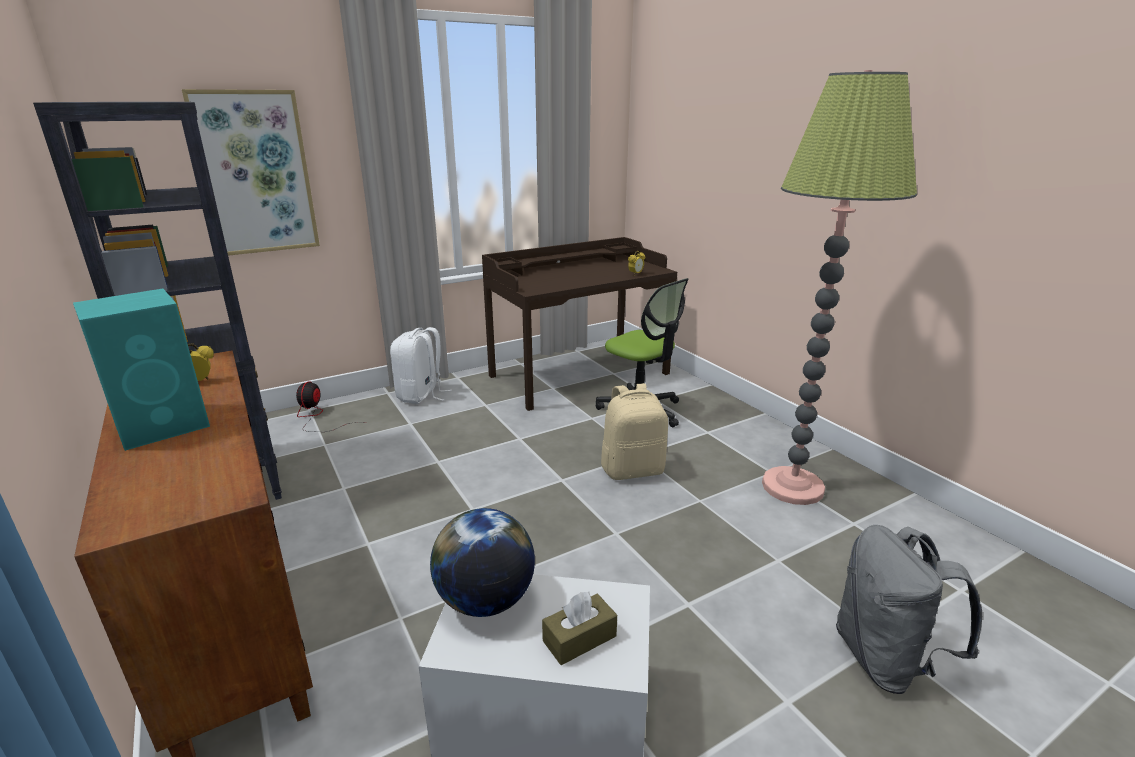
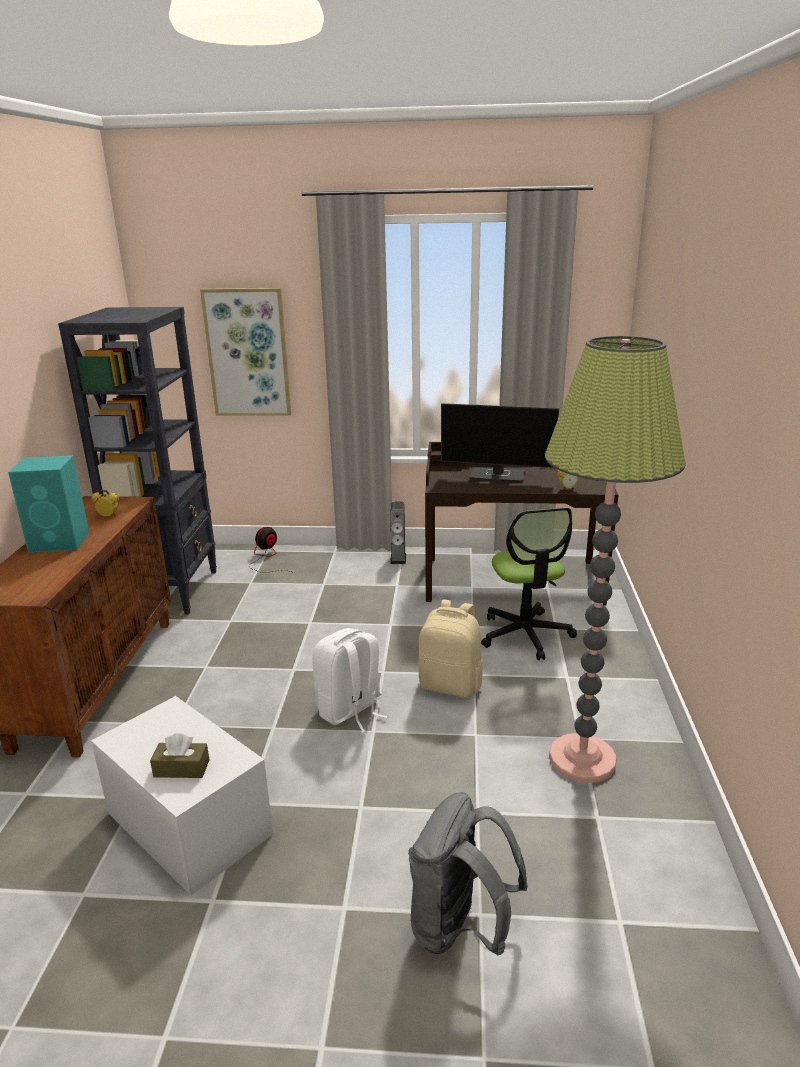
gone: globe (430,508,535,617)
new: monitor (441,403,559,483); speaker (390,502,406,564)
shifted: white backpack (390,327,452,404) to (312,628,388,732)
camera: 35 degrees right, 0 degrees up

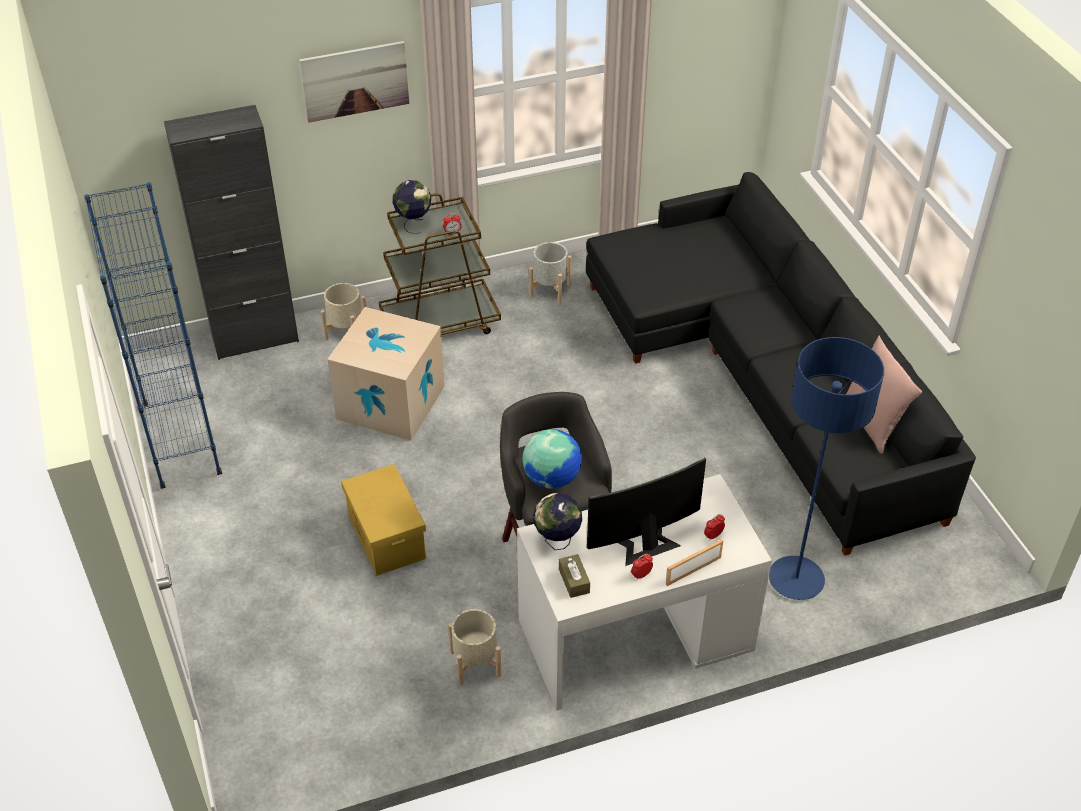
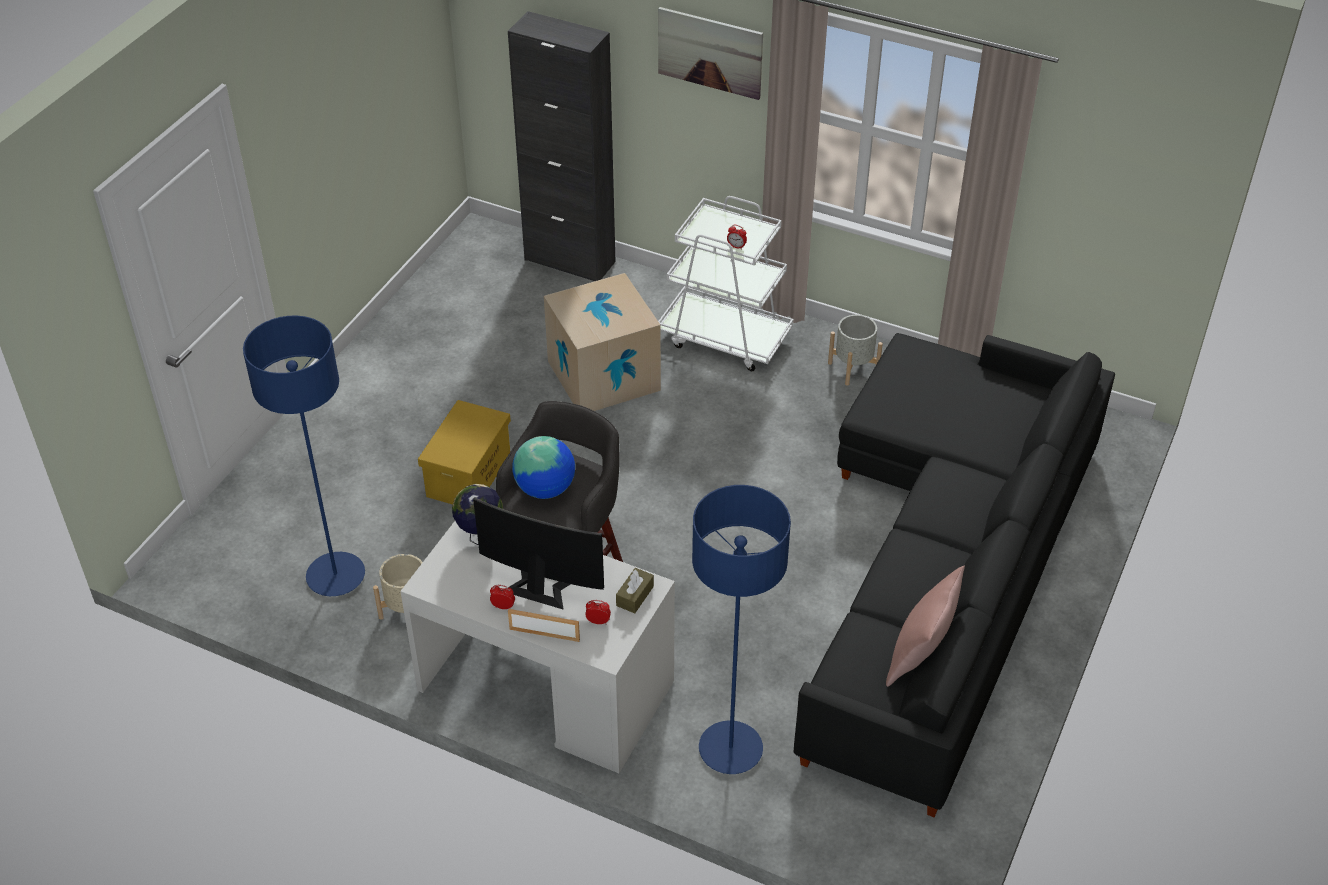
gone: globe (393,180,431,234); blue bookcase (84,182,222,489); beige planter (321,283,366,340)
new: blue floor lamp (243,315,365,596)
shifted: brown tissue box (559,554,590,598) to (616,568,654,613)
repainted: brown cart (379,193,501,335) to white cart (658,196,793,371)
camera: 45 degrees right, 0 degrees up

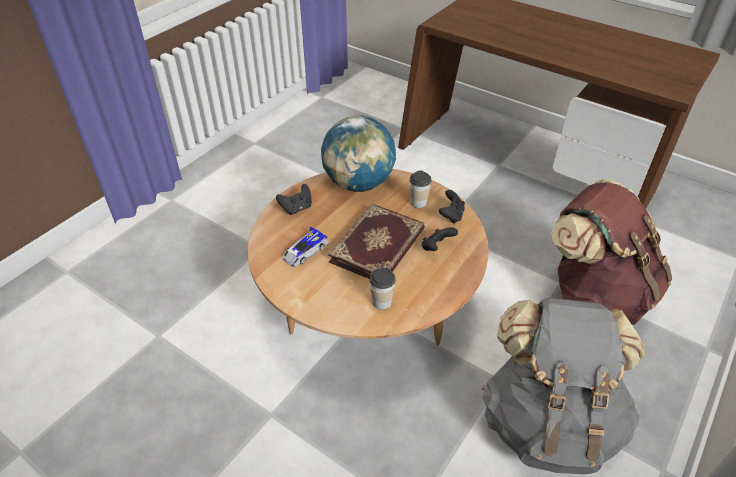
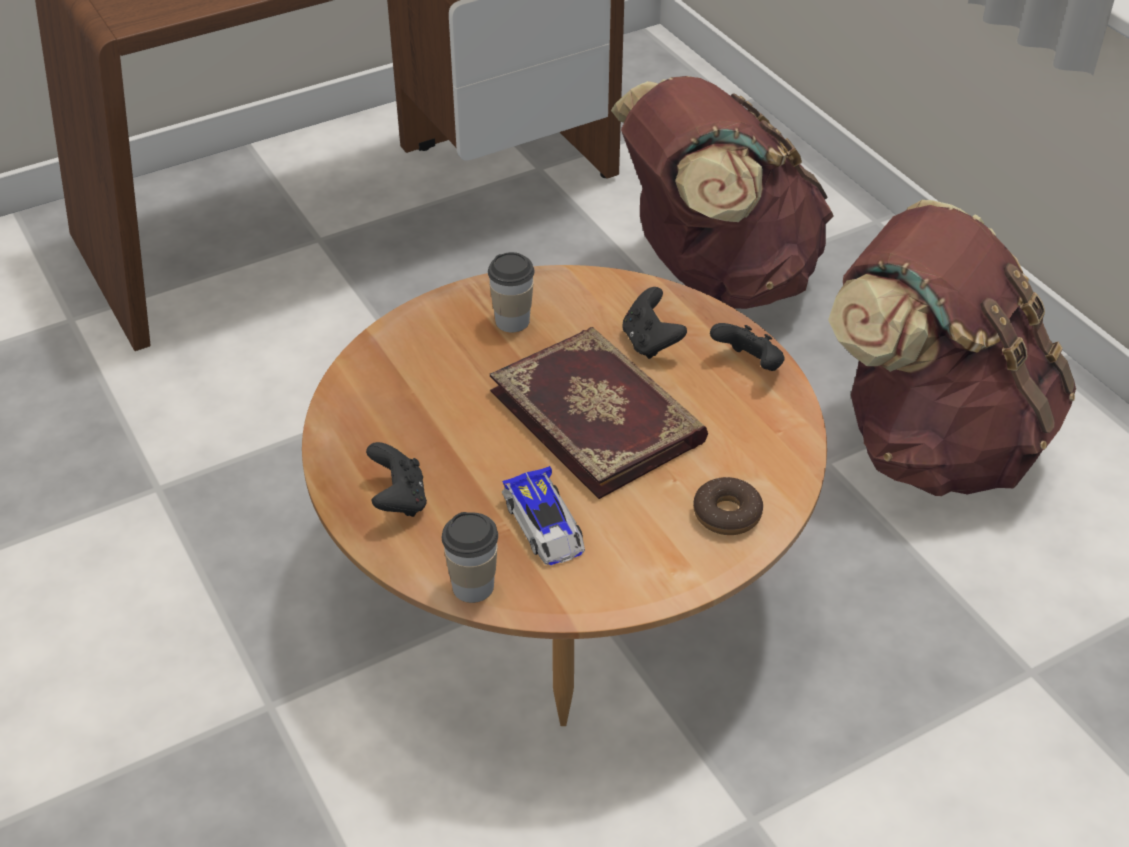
gone: globe (321,116,396,192)
new: donut (693,477,763,535)
shifted: black game controller (439,190,465,223) to (710,323,785,371); cup (370,268,395,310) to (442,512,498,603)
repainted: grey backpack (482,298,645,474) to brown backpack (828,200,1076,496)
camera: 65 degrees left, 0 degrees up

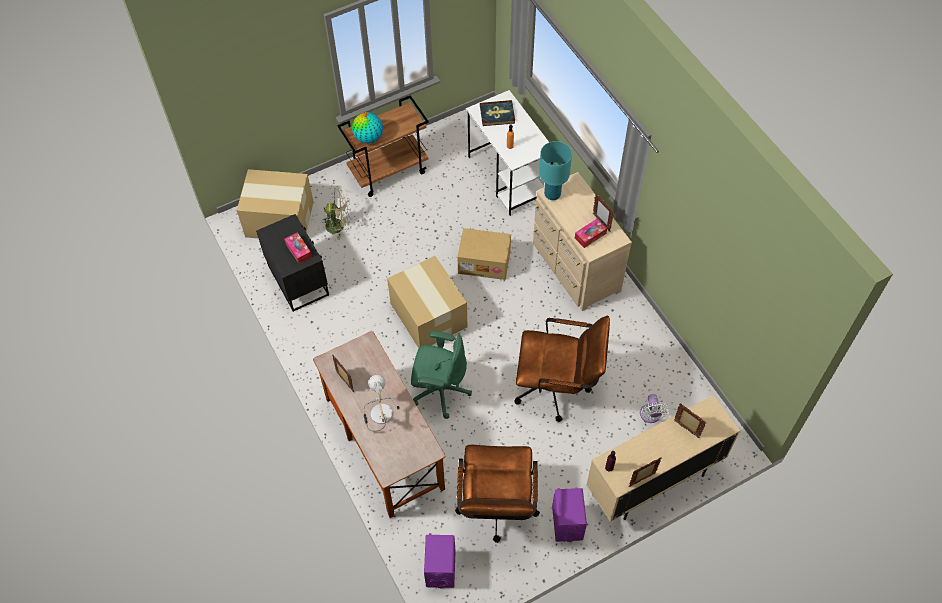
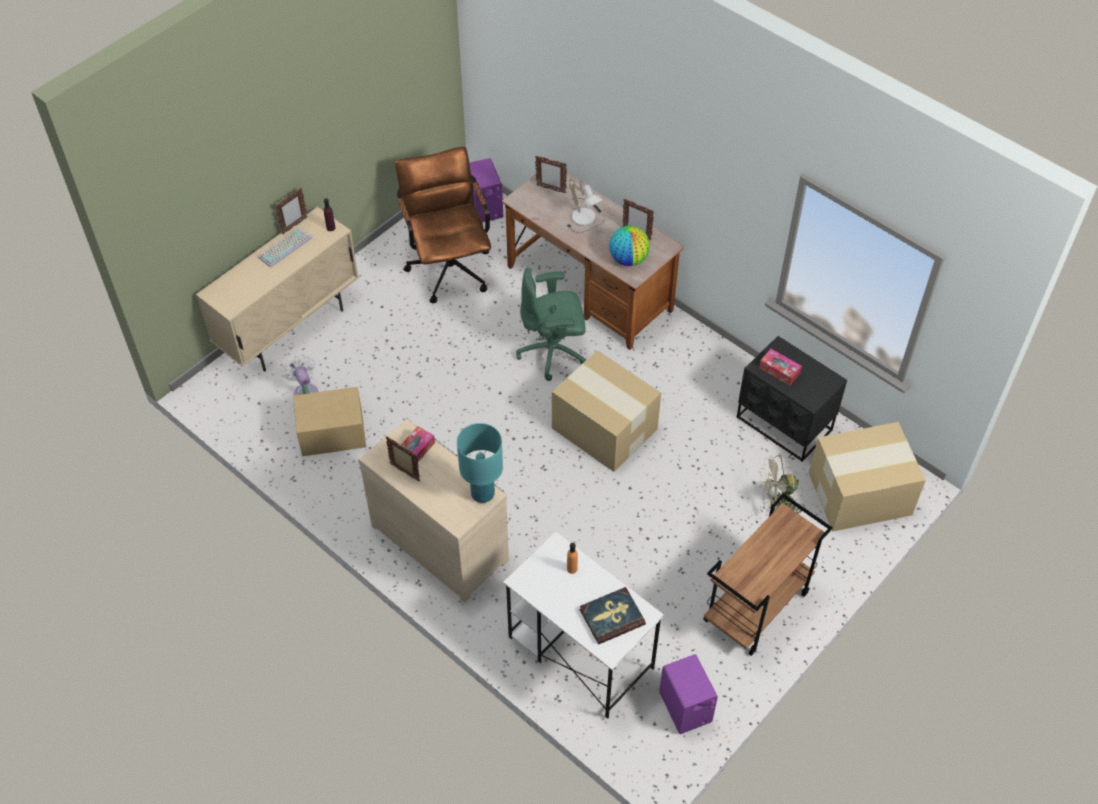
gone: brown office chair (514,316,610,422)
new: keyboard (258,227,312,268)
shifted: globe (352,112,383,144) to (609,225,650,266); cardboard box (457,228,511,280) to (293,387,366,456); picture frame (674,403,706,438) to (535,156,567,194); purple speaker (552,488,587,542) to (659,654,718,734)
camera: 160 degrees right, 5 degrees down

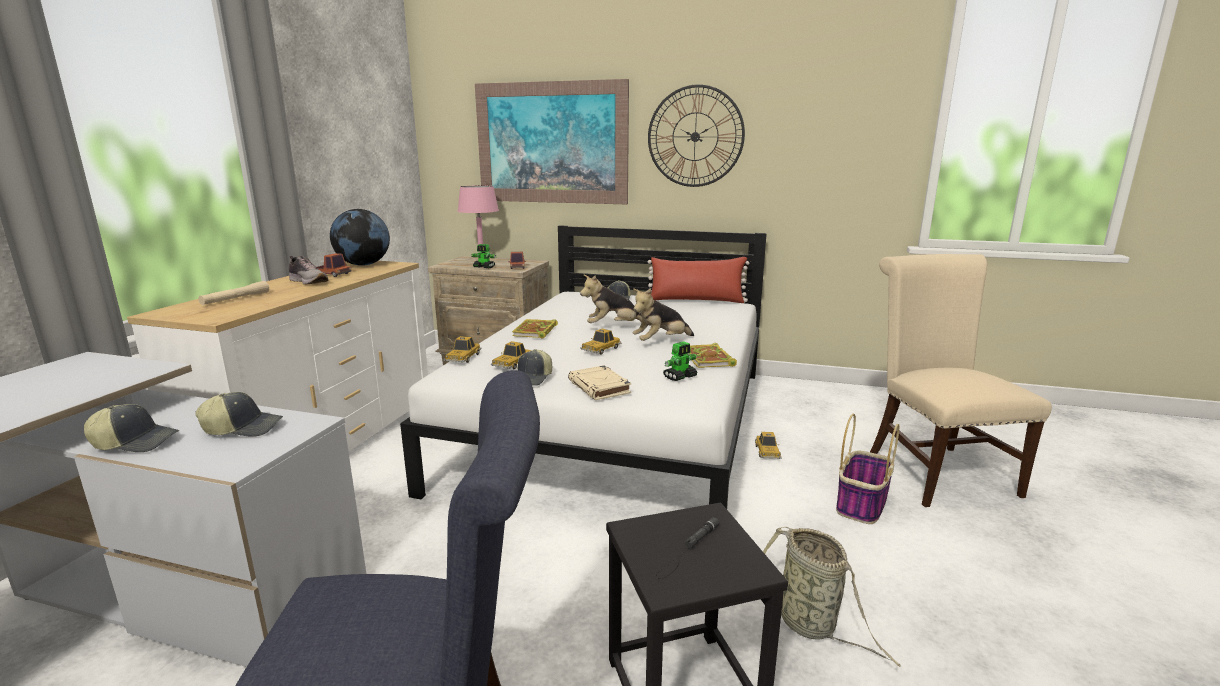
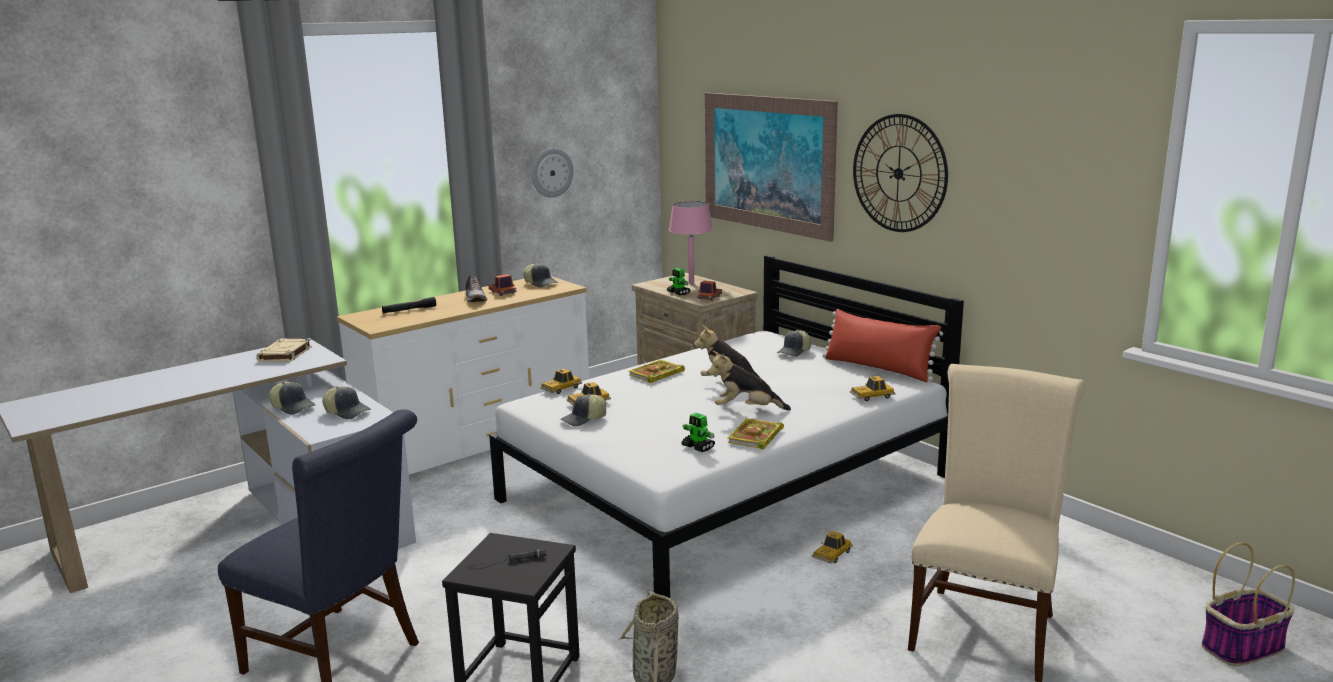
new: wall clock (532,148,573,198)
shifted: toy car (580,329,621,354) to (850,376,896,401); beige book (568,365,631,400) to (256,339,312,362); basket (836,413,899,524) to (1201,542,1295,666)
swapped: globe (330,209,390,266) to cap (523,263,558,288)
repainted: beige flashlight (198,281,269,305) to black flashlight (382,297,436,313)
rotated: toy robot (663,341,698,381) = (682,413,715,452) 45 degrees clockwise
camera: 35 degrees right, 0 degrees up

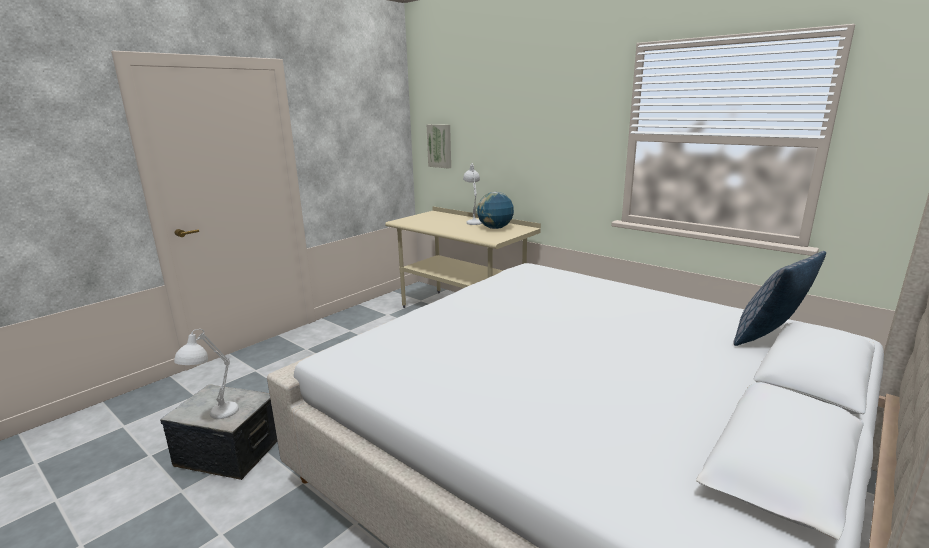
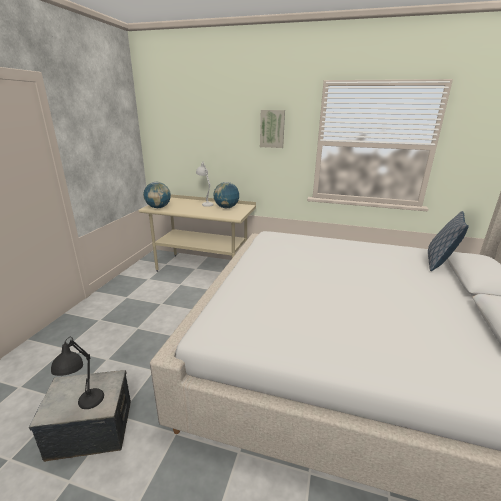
new: globe (143,182,171,208)
shifted: picture (427,124,451,169) to (260,110,285,148)
repainted: white table lamp (174,329,239,419) to black table lamp (51,337,104,409)
camera: 25 degrees left, 5 degrees up

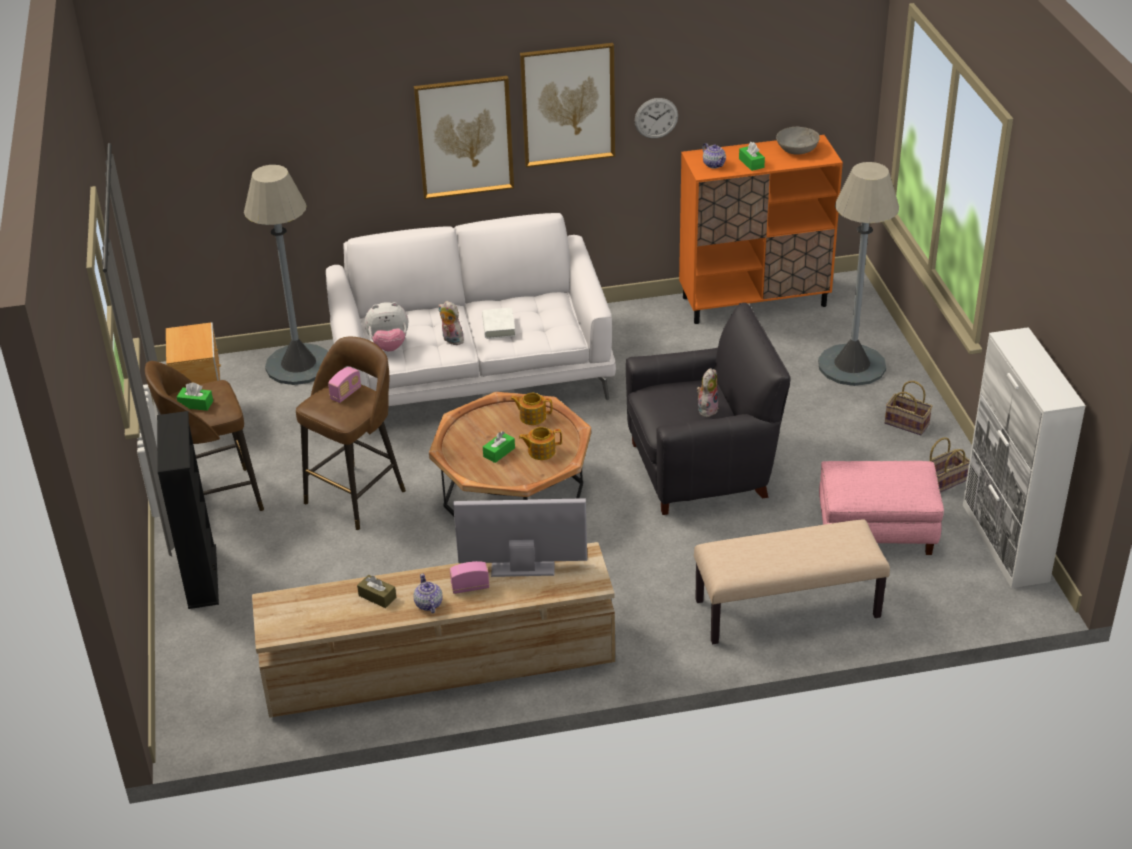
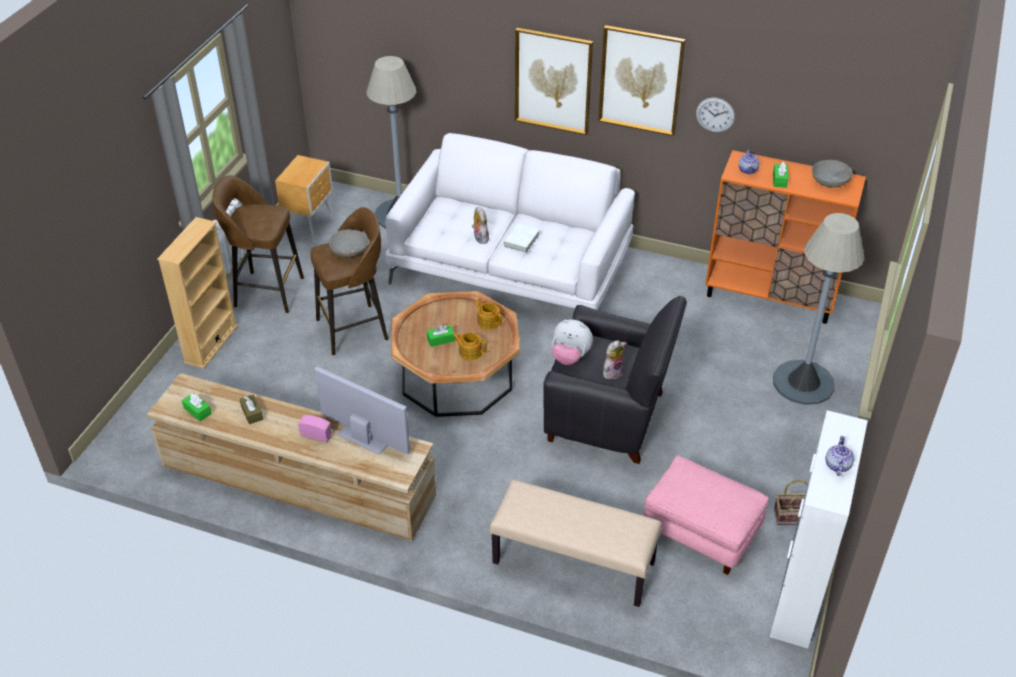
gone: basket (885,381,933,435)
shifted: plush toy (365,302,408,351) to (552,319,593,365); green tissue box (177,382,213,411) to (182,393,212,421); teapot (413,573,443,613) to (825,436,854,476)
swapped: radio (328,367,361,403) to grey bowl (329,229,369,258)
repainted: black bookcase (157,411,219,609) to beige bookcase (157,217,238,369)
camera: 30 degrees right, 5 degrees up

